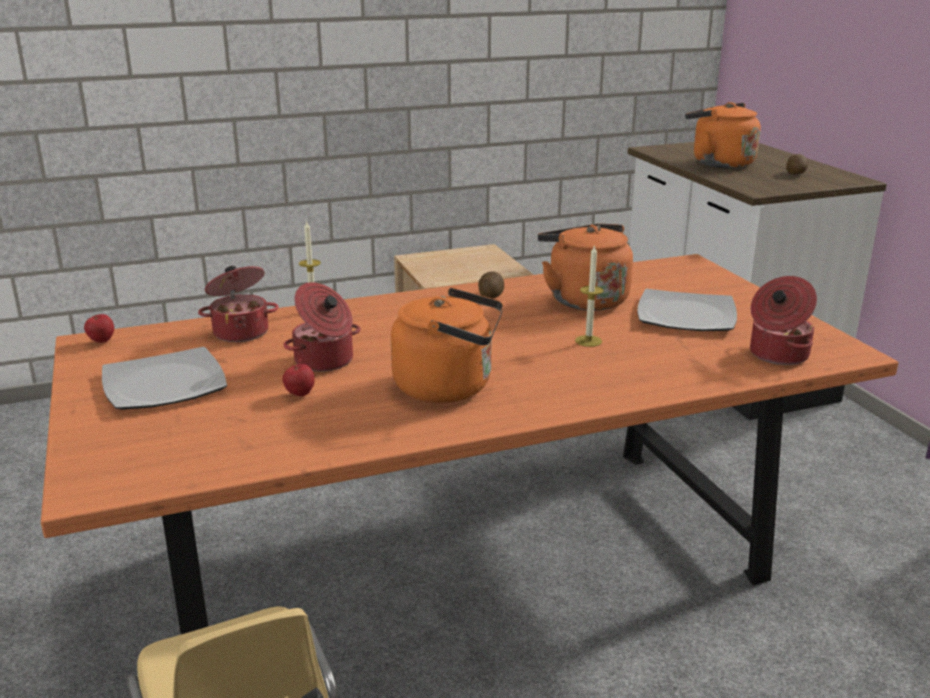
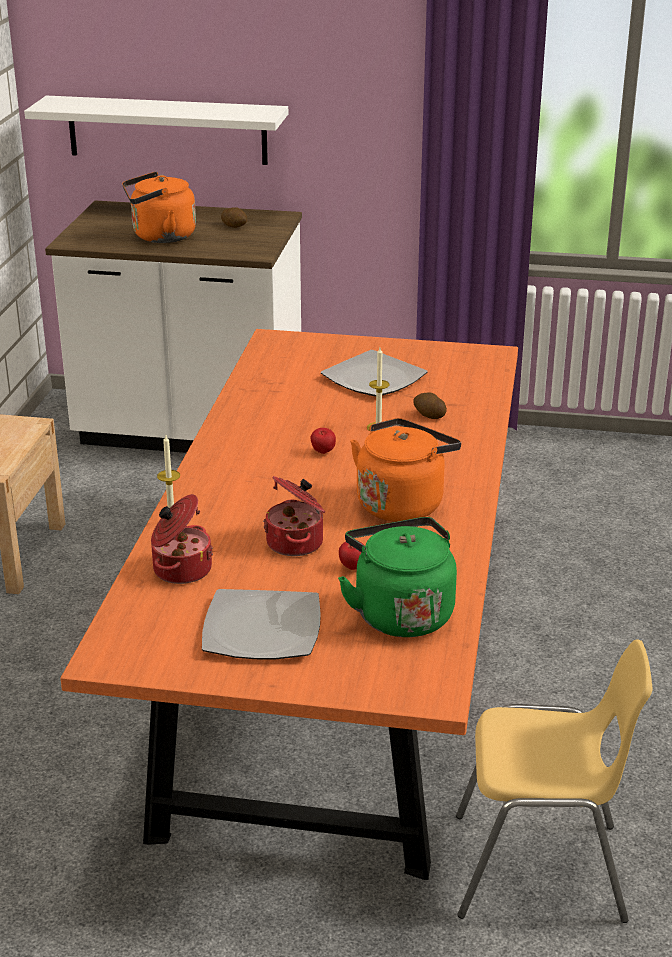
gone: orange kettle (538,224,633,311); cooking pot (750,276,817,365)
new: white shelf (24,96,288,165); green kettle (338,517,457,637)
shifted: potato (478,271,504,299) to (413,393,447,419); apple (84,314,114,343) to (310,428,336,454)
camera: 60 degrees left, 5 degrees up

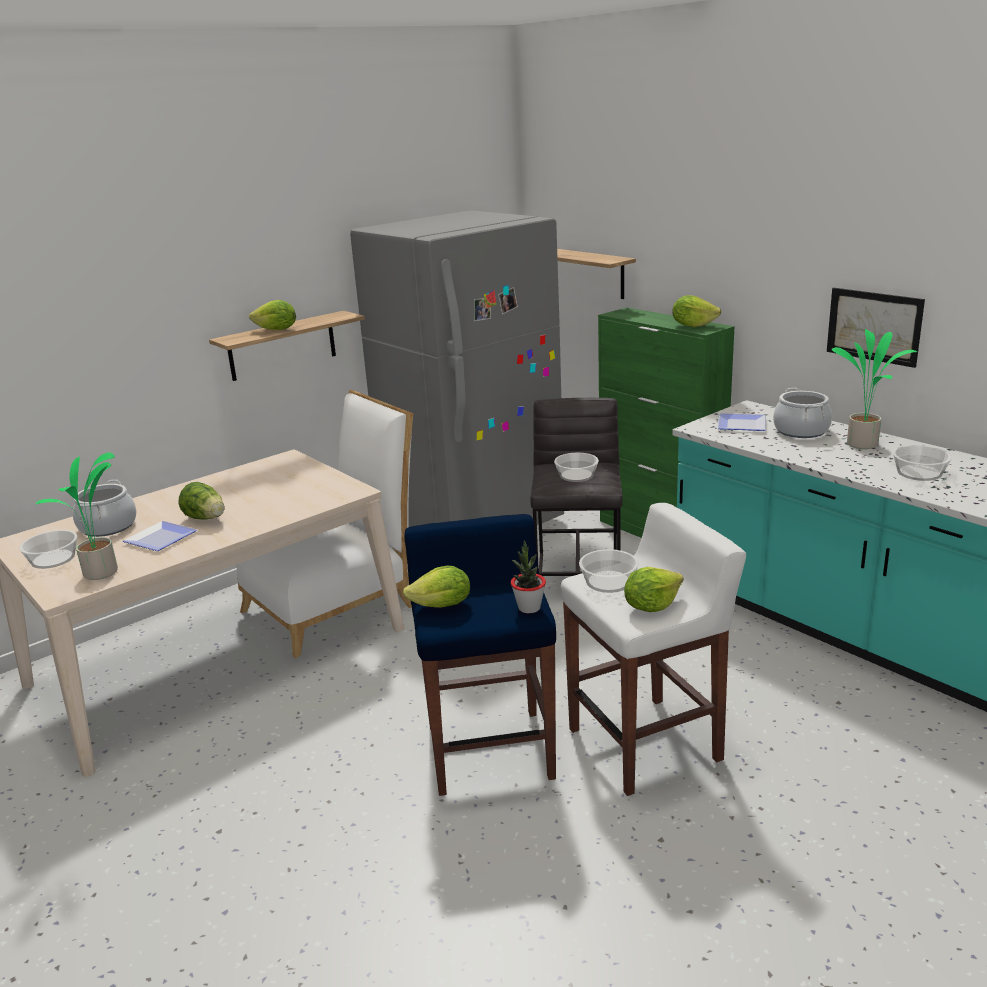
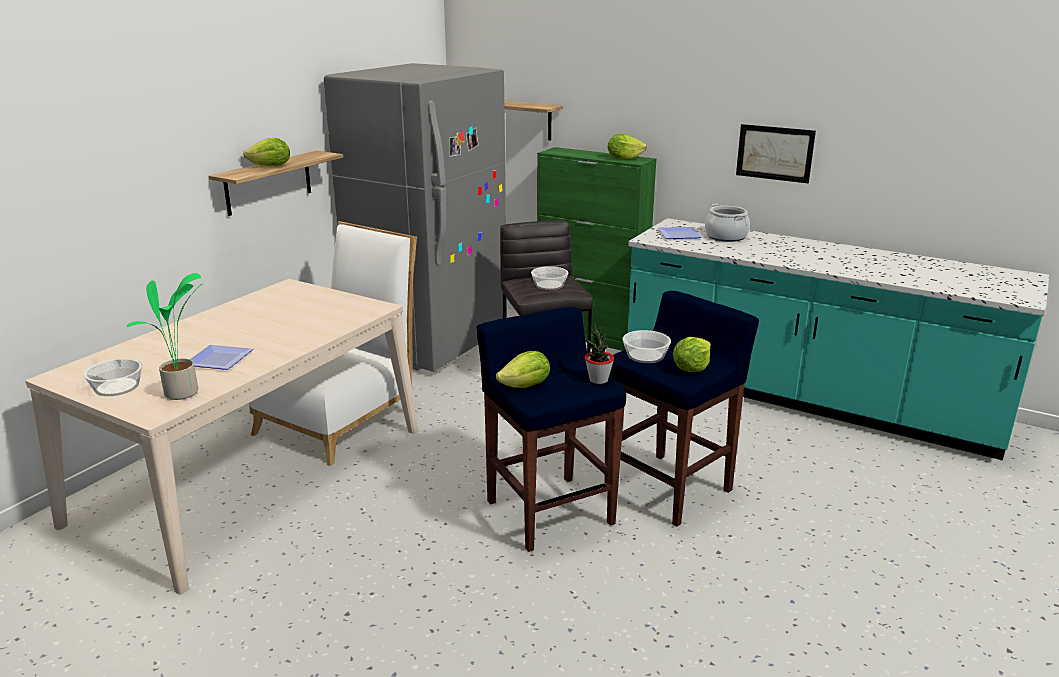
gone: potted plant (832,329,917,449); bowl (893,445,952,481); cooking pot (73,480,136,537); lettuce (178,482,224,520)
repainted: white stool (561,503,746,796) to blue stool (604,291,759,526)
camera: 20 degrees left, 0 degrees up

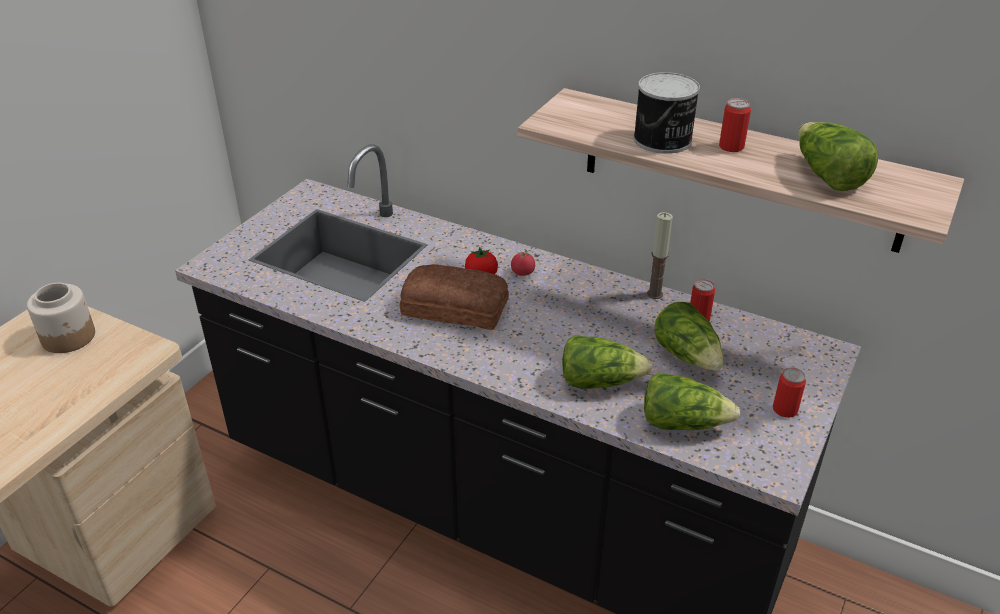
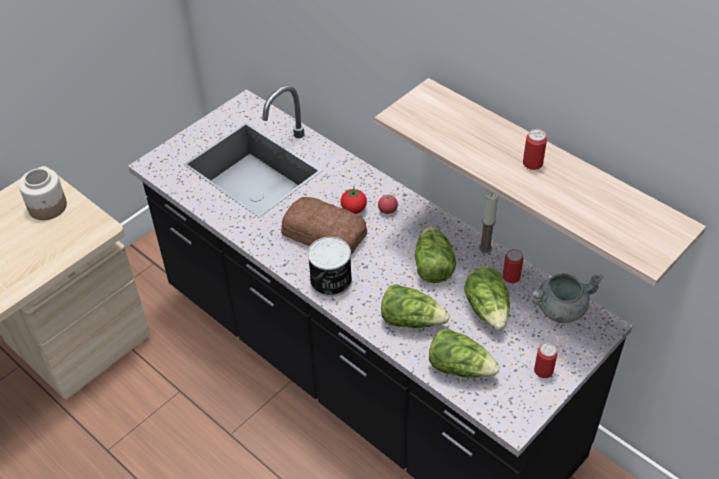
new: grey cooking pot (531,273,604,323)
shifted: can (633,72,700,154) to (308,237,352,297); lettuce (798,122,878,191) to (415,225,456,283)
camera: 15 degrees right, 10 degrees up

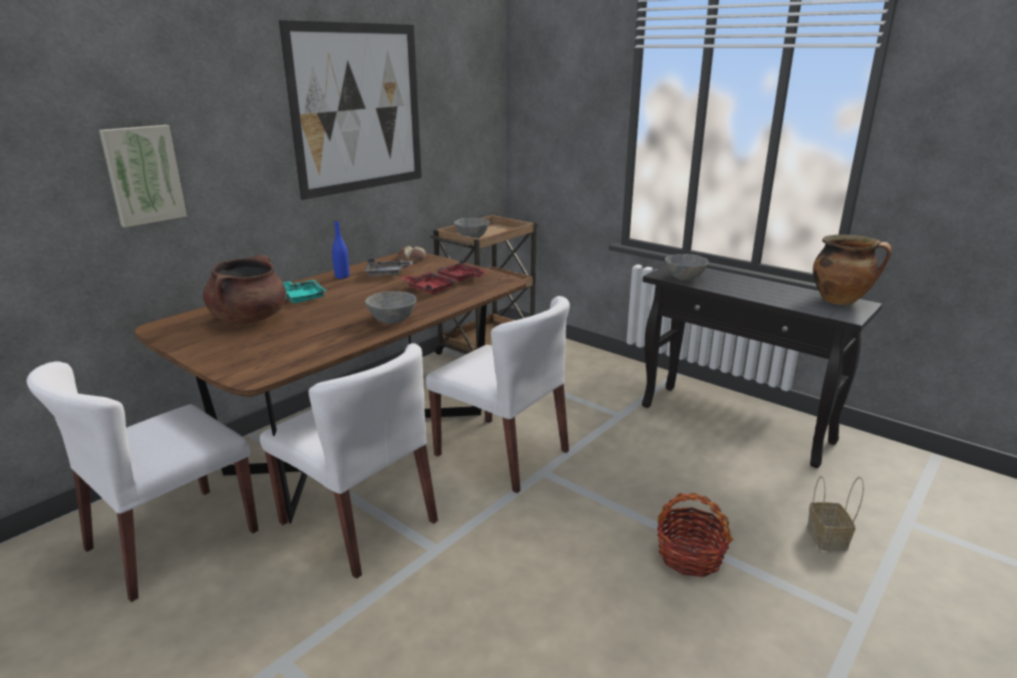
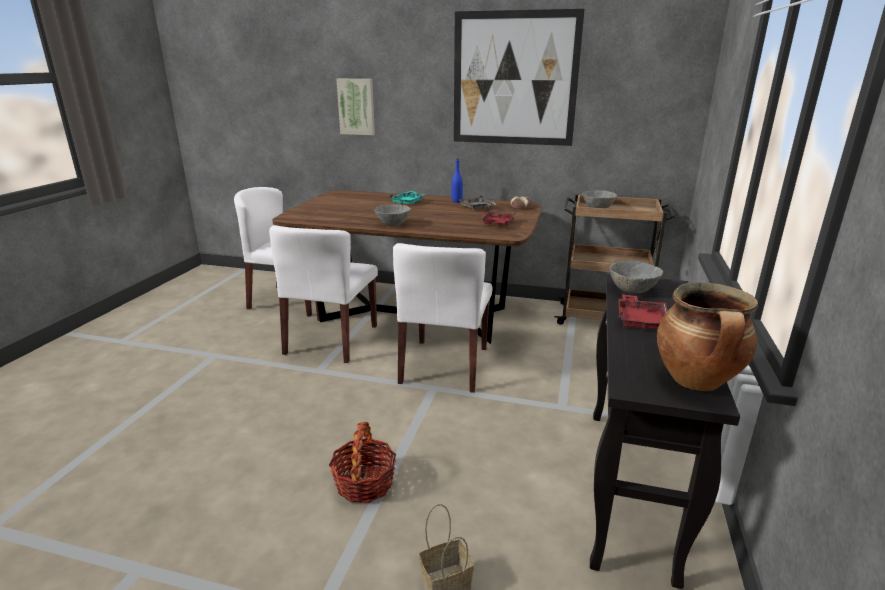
gone: brown cooking pot (203,255,286,324)
shifted: red tray (401,272,457,294) to (618,294,668,330)
camera: 65 degrees right, 0 degrees up

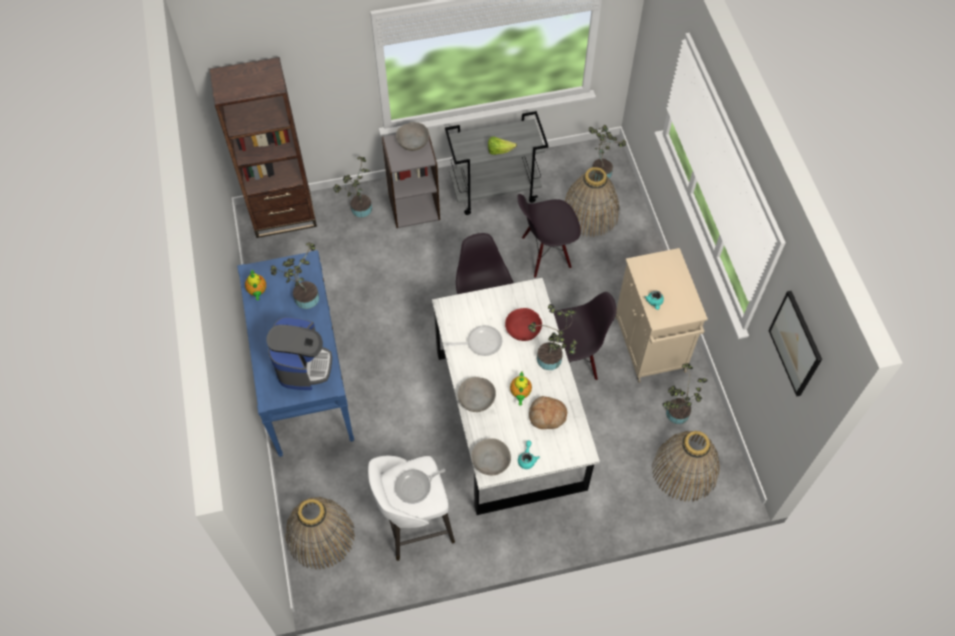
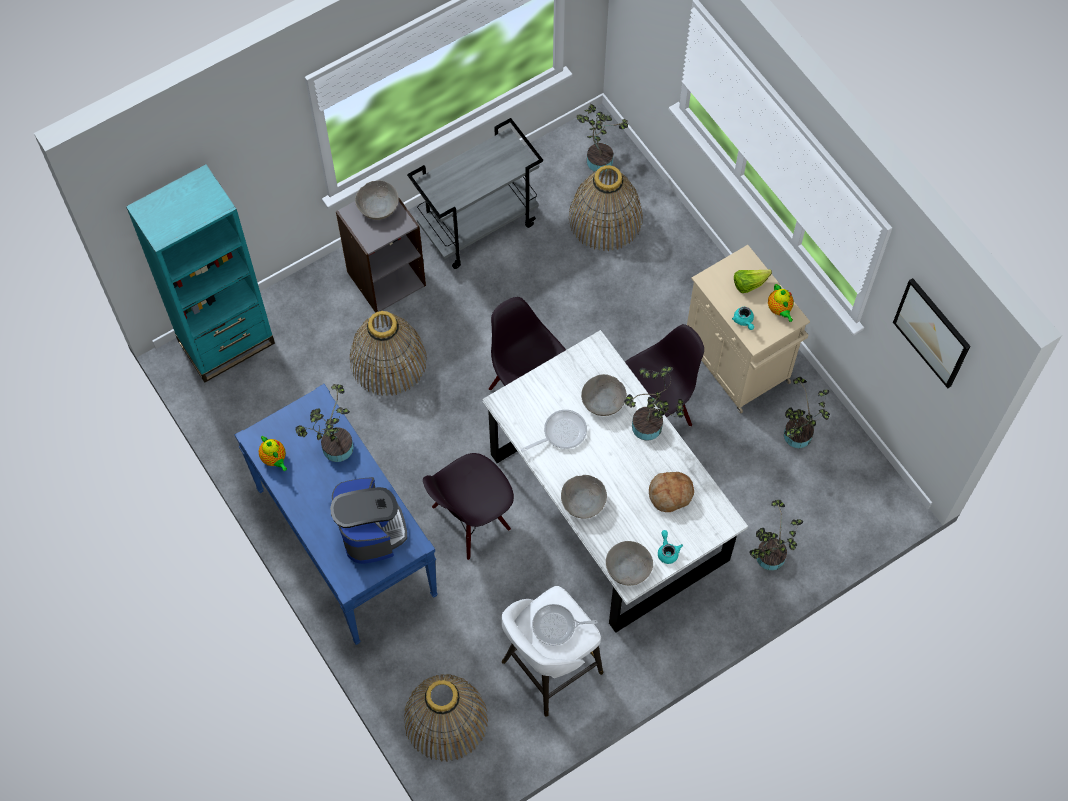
shifted: lettuce (488,136,517,155) to (734,269,772,293); potted plant (333,157,372,218) to (749,500,803,571); black chair (517,194,581,278) to (423,453,514,560); teapot (510,371,532,405) to (768,284,794,322); basket (652,431,720,502) to (350,311,427,396)
repainted: brown bookcase (209,57,317,238) to turquoise bookcase (126,164,275,383); red bowl (505,308,542,341) to grey bowl (581,374,627,416)
rotated: frying pan (395,469,446,504) = (532,604,597,645) 45 degrees clockwise
camera: 20 degrees left, 5 degrees up

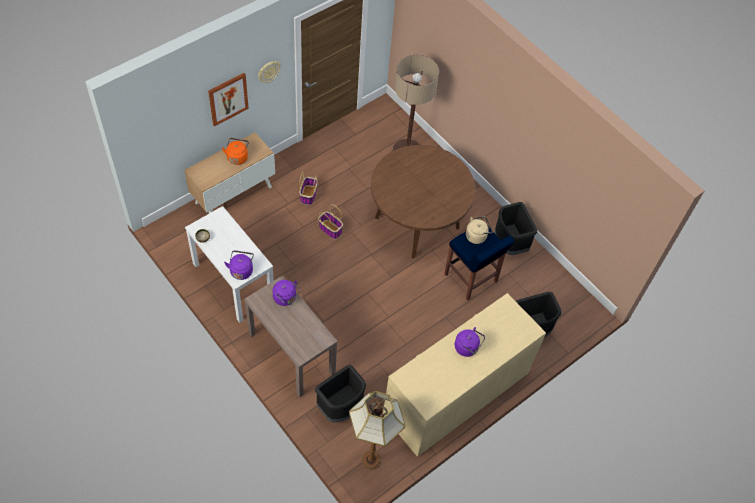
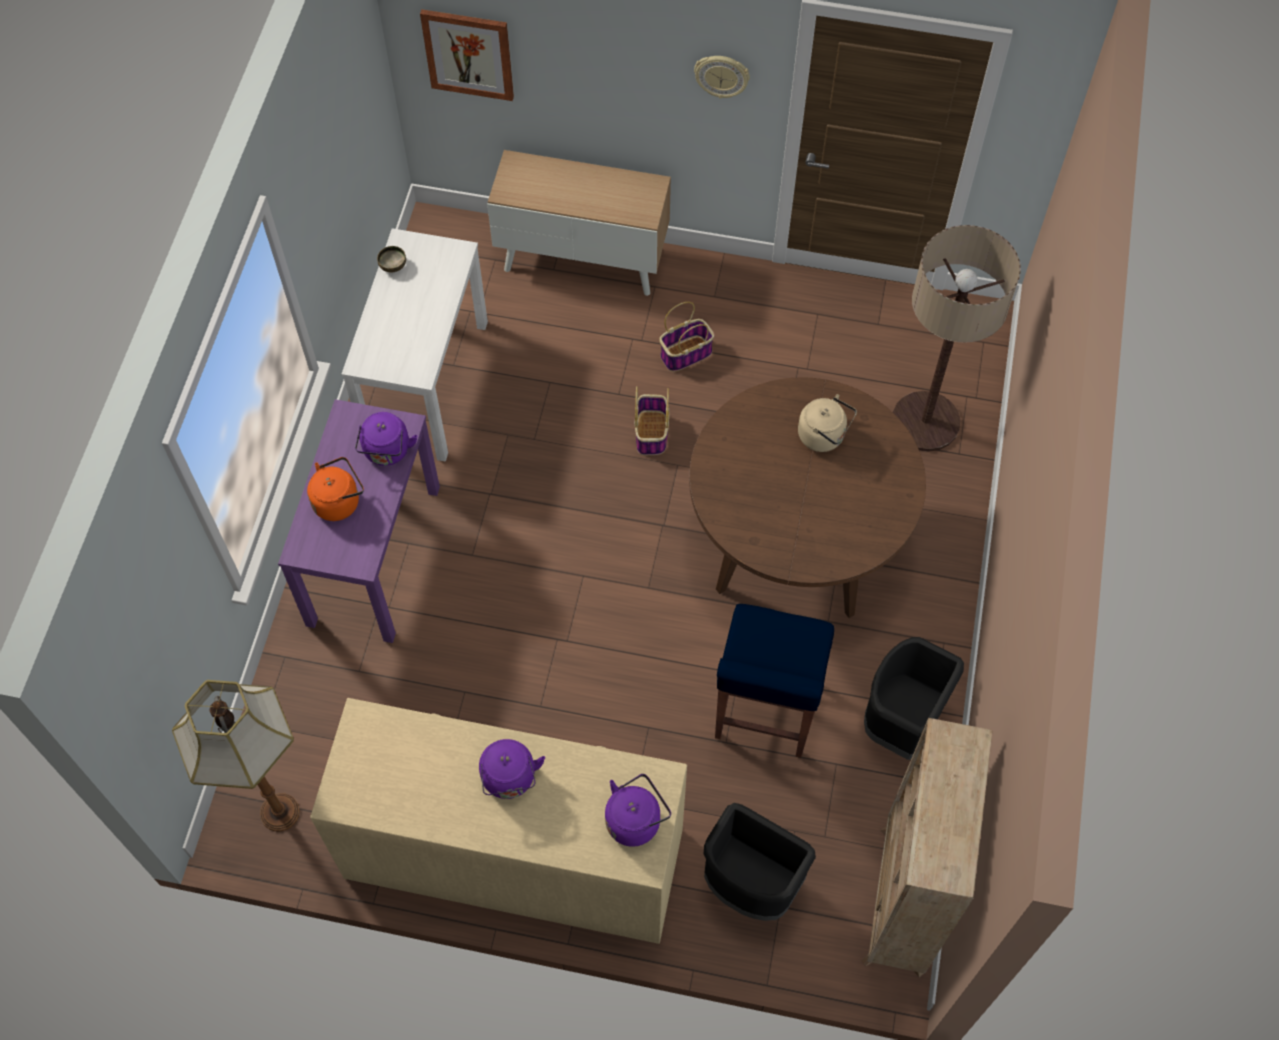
gone: black trash can (315,365,366,423)
new: beige bookcase (862,718,993,977)
shifted: picture (208,73,249,127) to (420,9,514,101); orange kettle (222,138,249,165) to (307,457,364,521); beige kettle (466,216,493,244) to (798,394,857,452); purple kettle (224,250,254,280) to (605,774,671,847)
repainted: brown console table (244,276,338,397) to purple console table (278,399,440,643)
camera: 55 degrees right, 5 degrees up

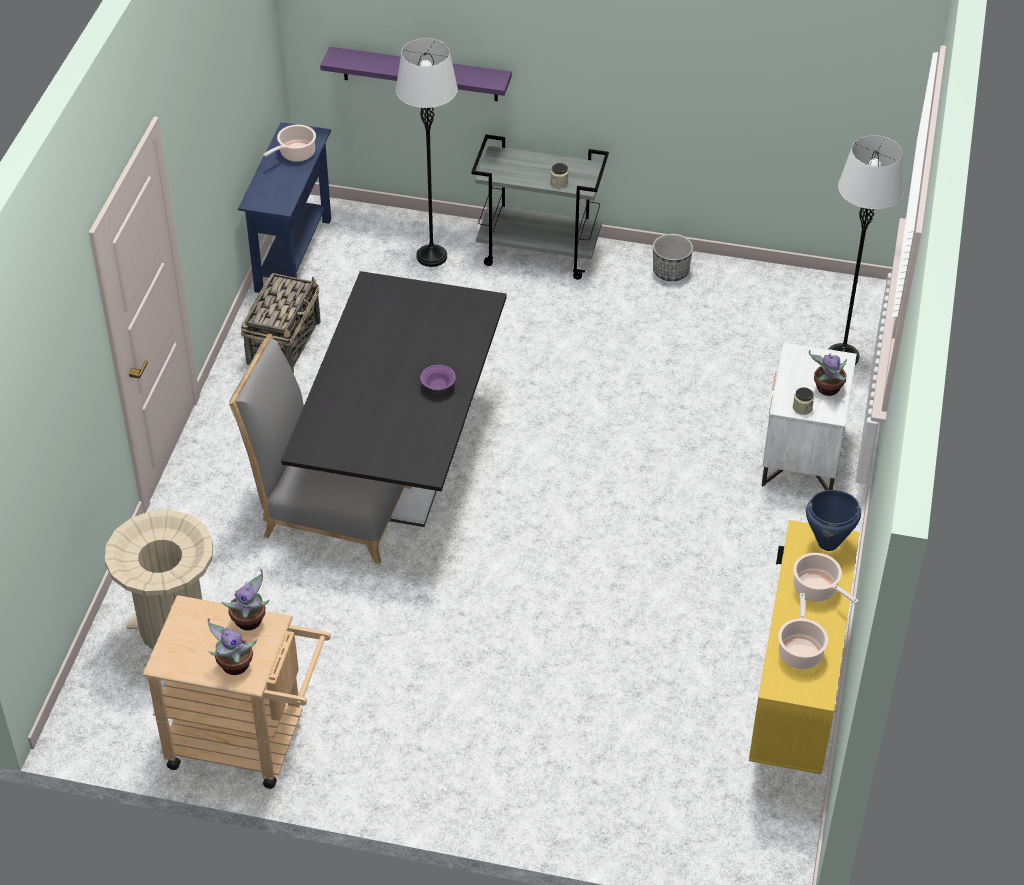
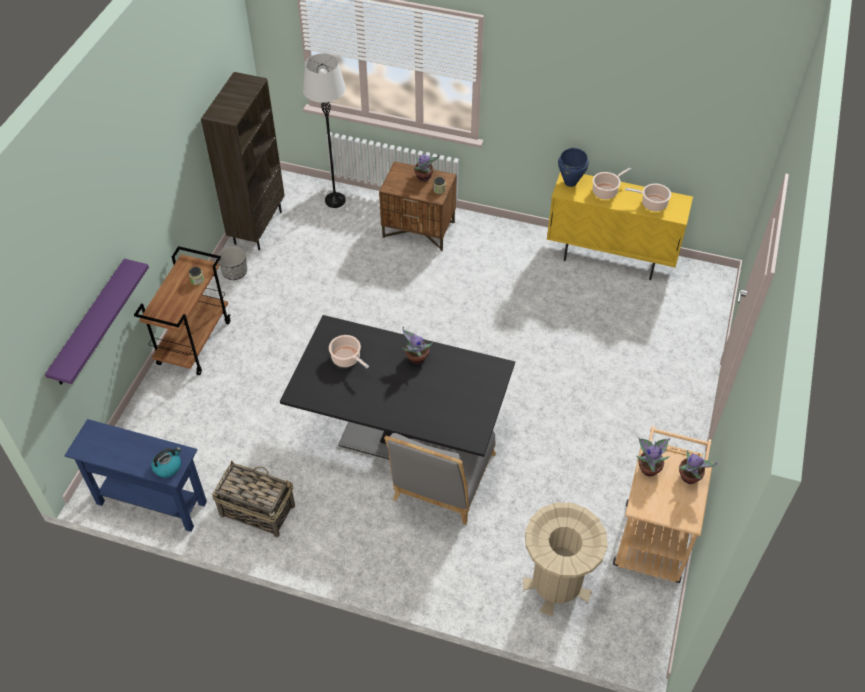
gone: white floor lamp (396,38,458,267)
new: brown bookcase (201,72,285,250); kettle (151,447,181,478)
shifted: cooking pot (263,125,316,162) to (329,335,369,368)
swapped: purple bowl (420,365,456,391) to potted plant (402,327,433,364)
repainted: grey cart (471,134,609,280) to brown cart (134,246,230,375); white nightstand (761,342,857,490) to brown nightstand (379,161,457,251)
camera: 85 degrees left, 5 degrees up

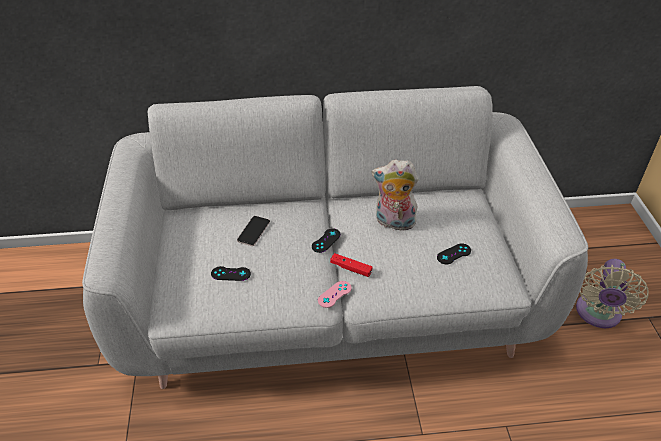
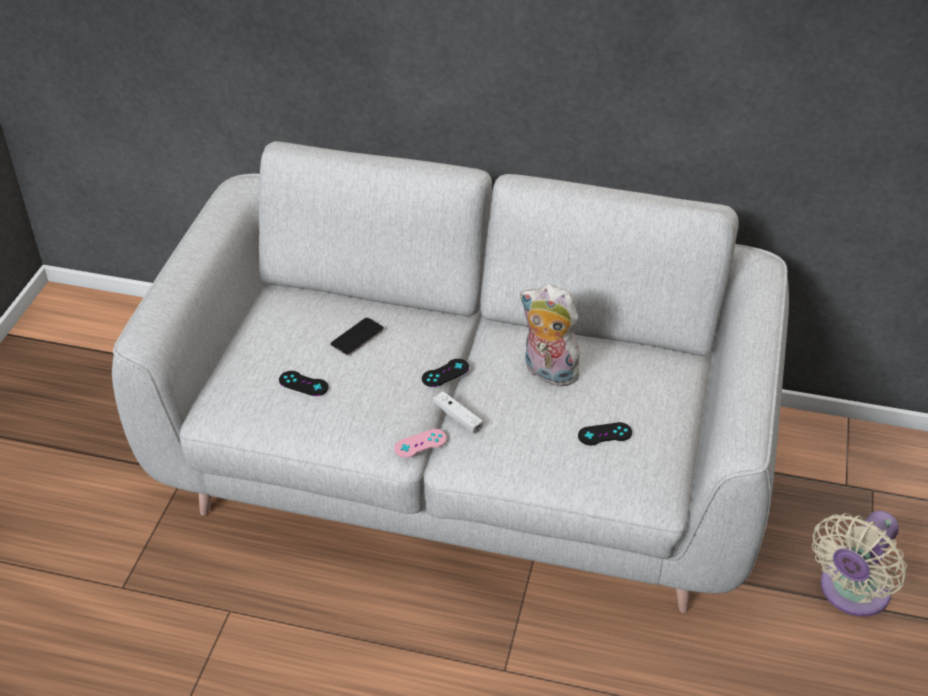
repainted: red game controller (330,253,373,277) to white game controller (433,391,483,434)
camera: 20 degrees right, 0 degrees up

